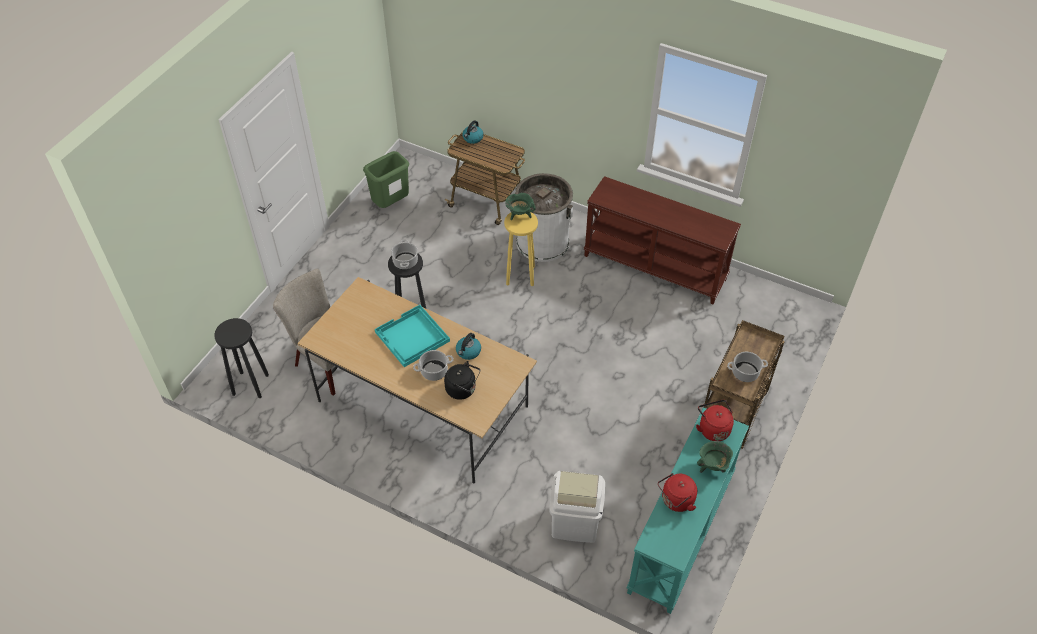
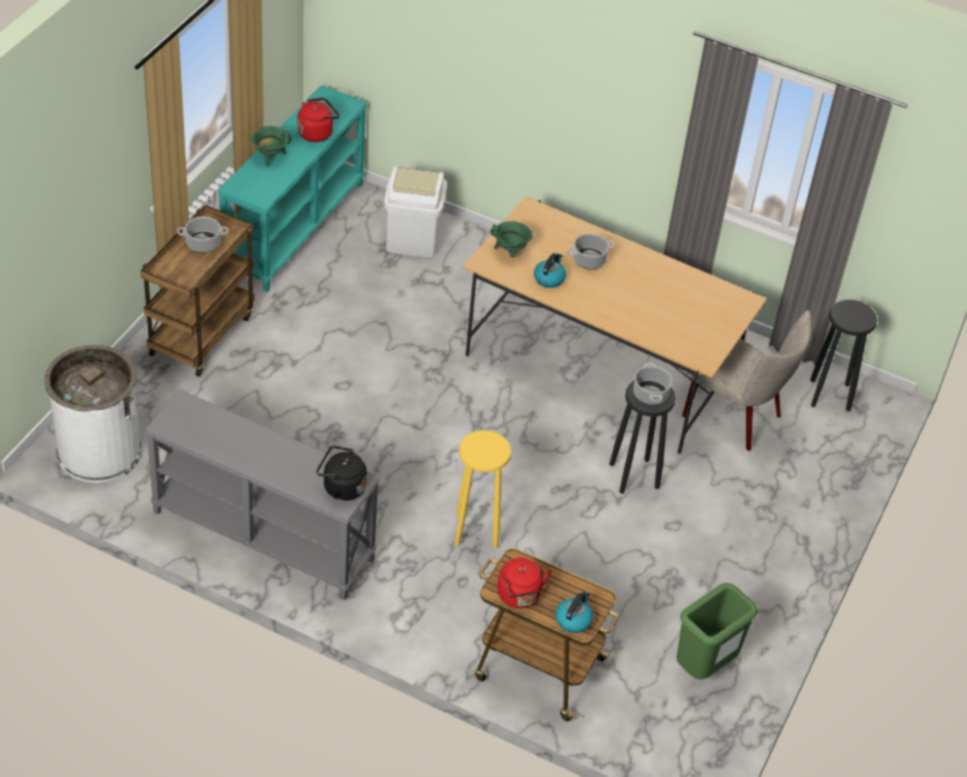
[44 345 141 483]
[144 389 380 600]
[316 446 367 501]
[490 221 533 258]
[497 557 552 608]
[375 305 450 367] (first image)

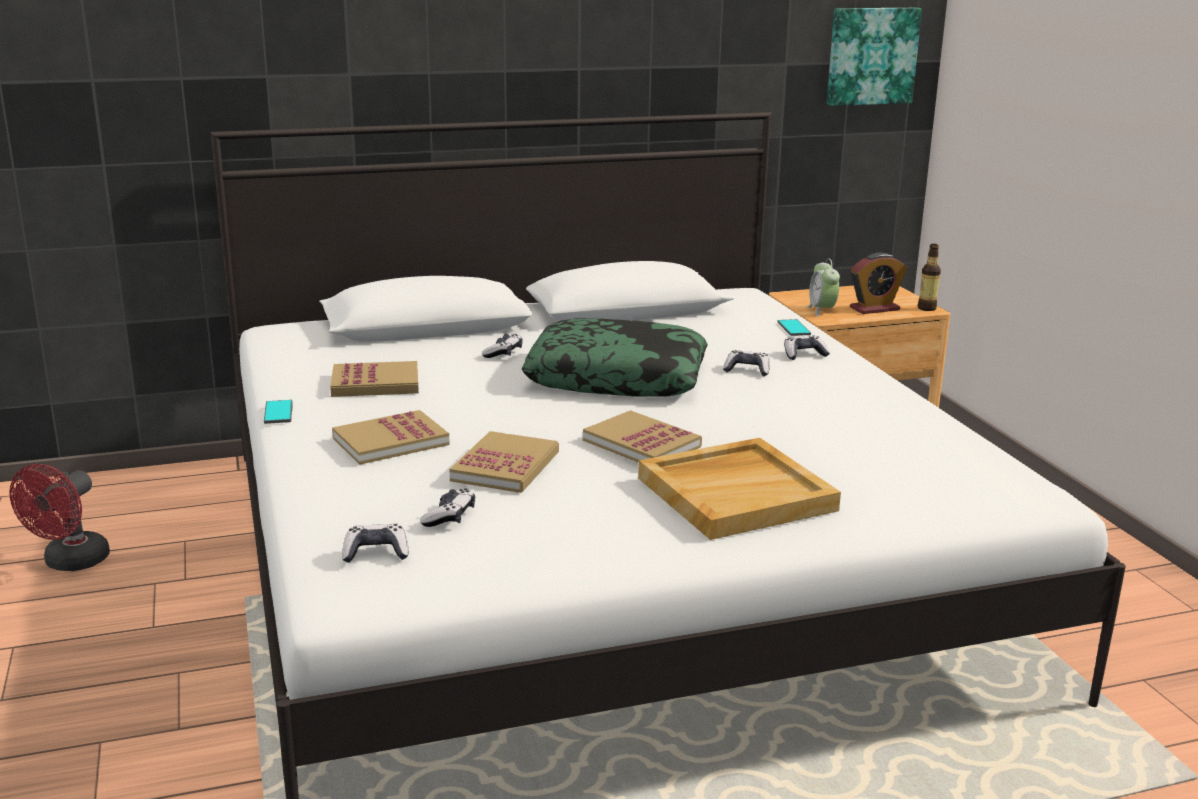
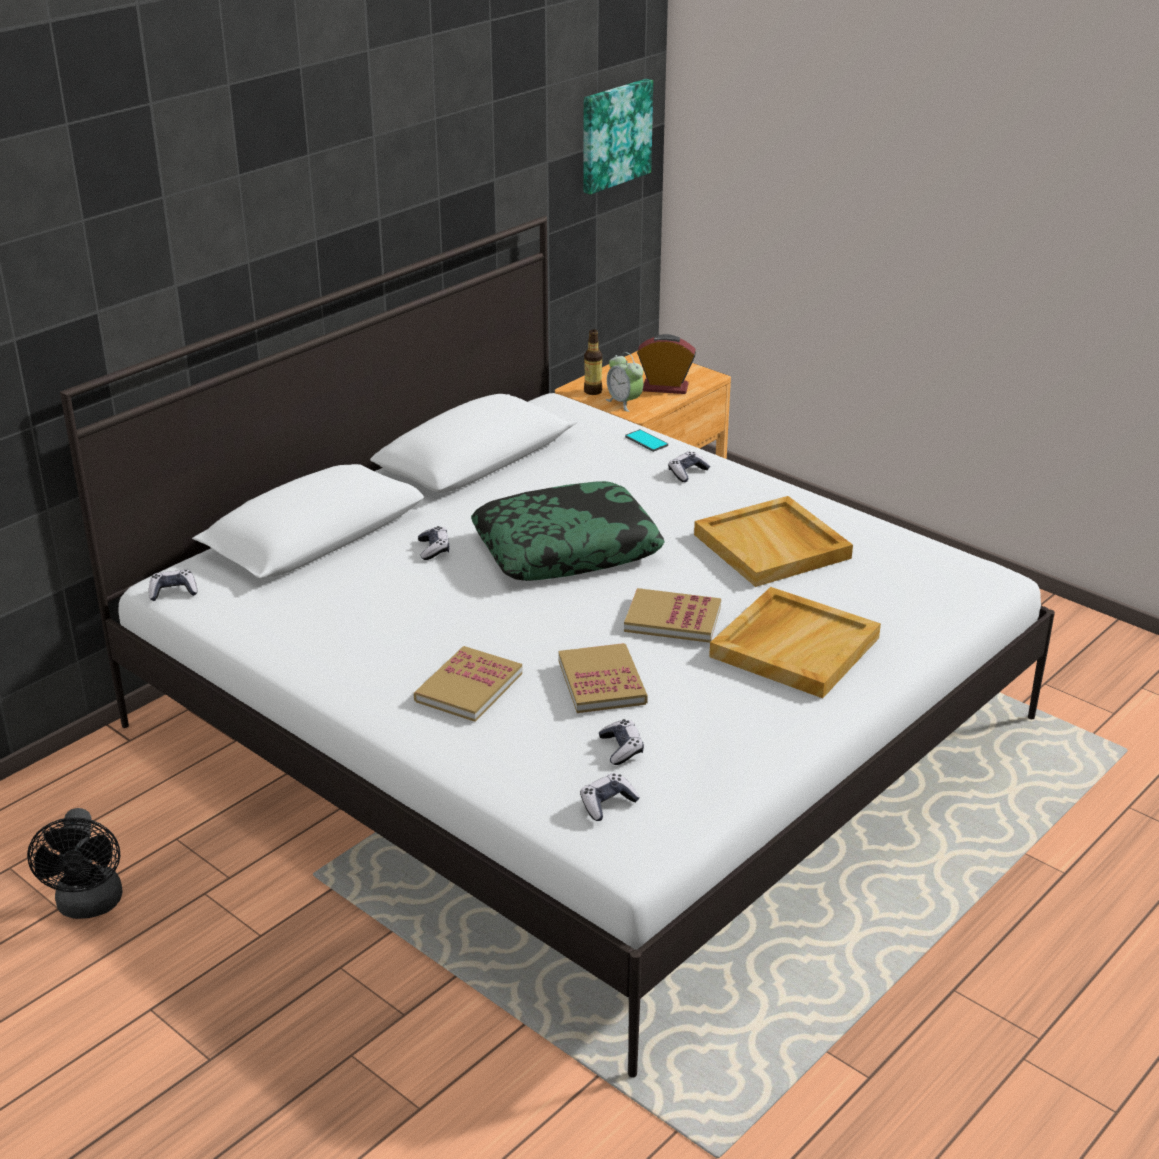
[27 808 122 919]
[149 569 198 601]
[584 329 602 395]
[637 334 696 394]
[694 496 853 587]
[264 400 293 424] (first image)
[330 361 419 397] (first image)

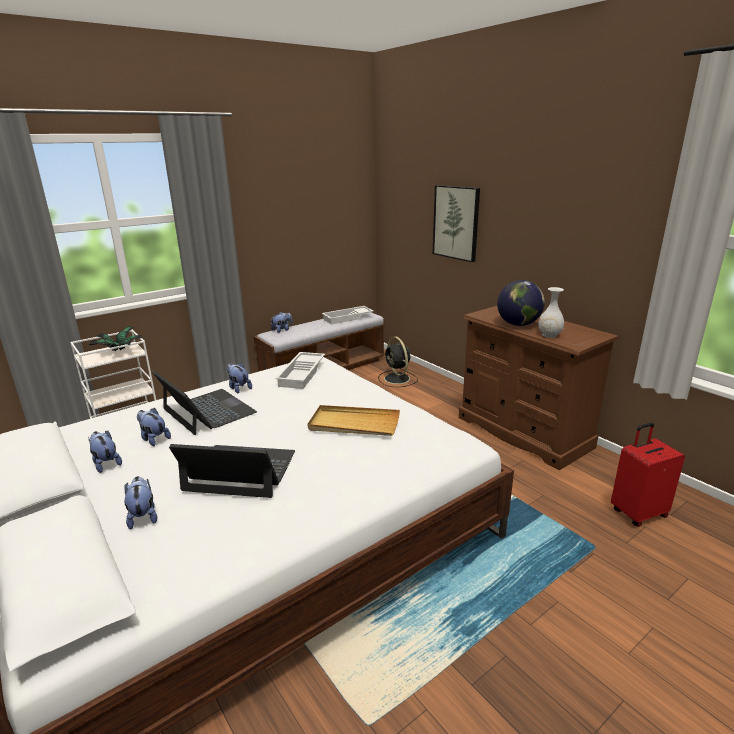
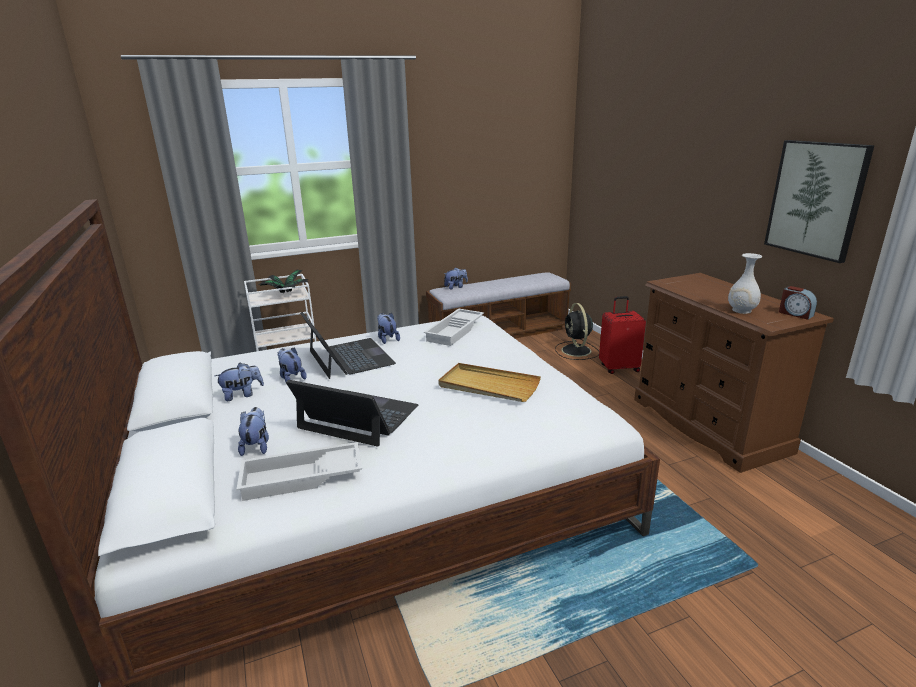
[215 363 264 401]
[237 442 362 501]
[599 296 646 374]
[764 140 874 263]
[779 286 817 320]
[497 280 545 326] (first image)

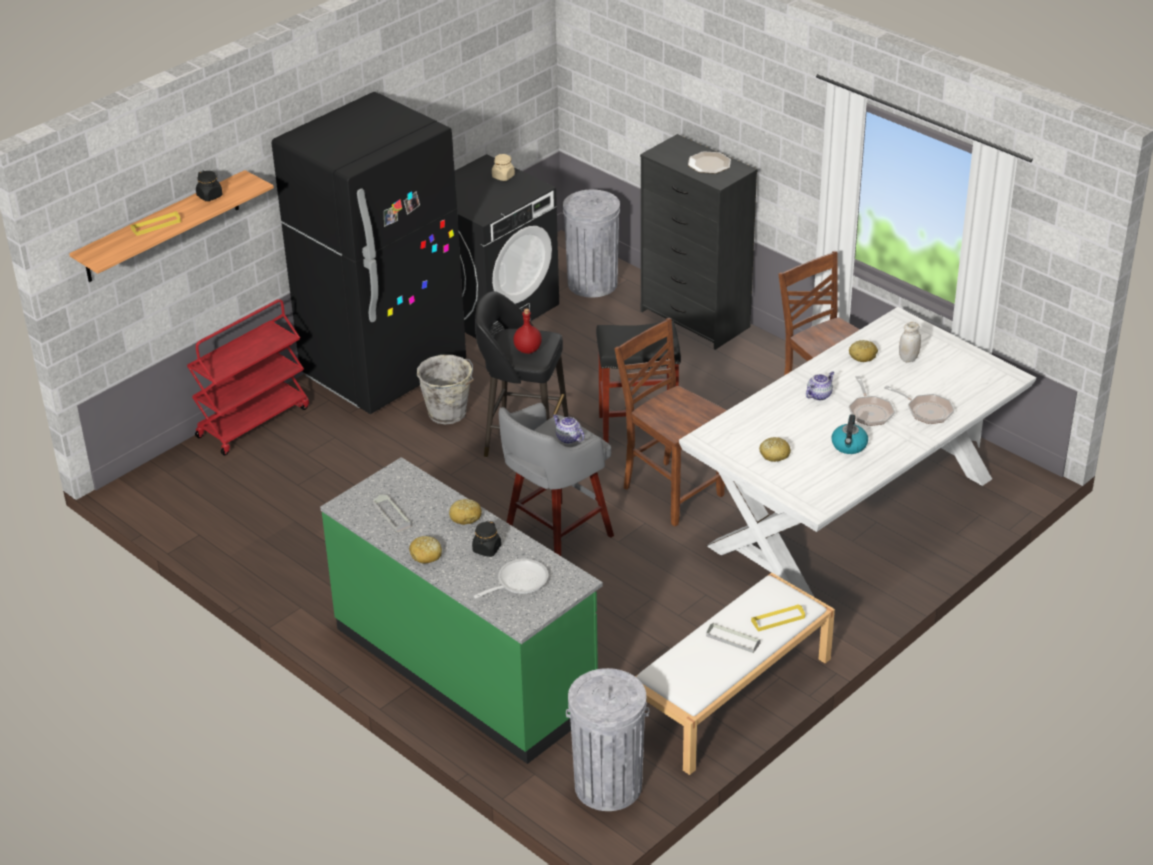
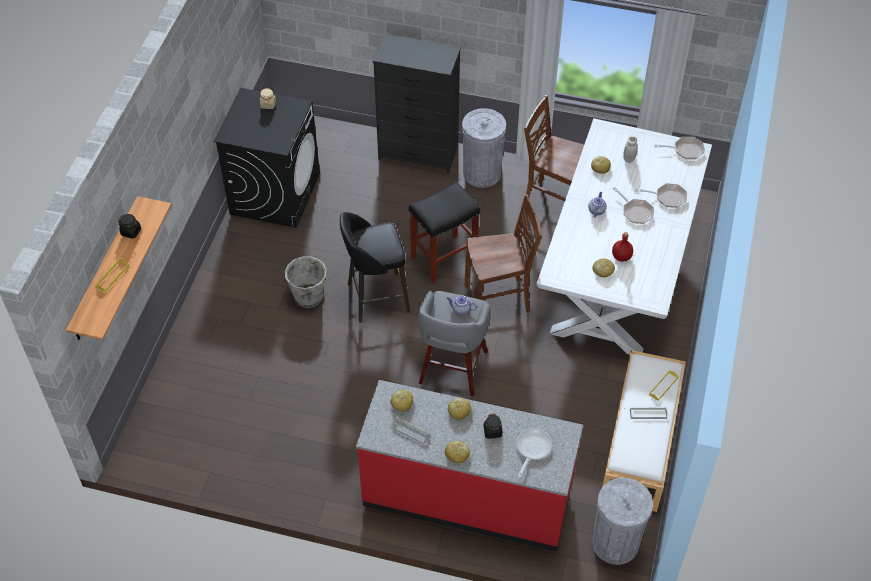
[356 380 583 552]
[390 390 413 412]
[462 108 506 188]
[464 194 542 313]
[612 232 633 262]
[654 137 705 159]
[187 299 309 455] (first image)
[271 92 466 414] (first image)
[688 152 731 174] (first image)
[832 414 868 454] (first image)

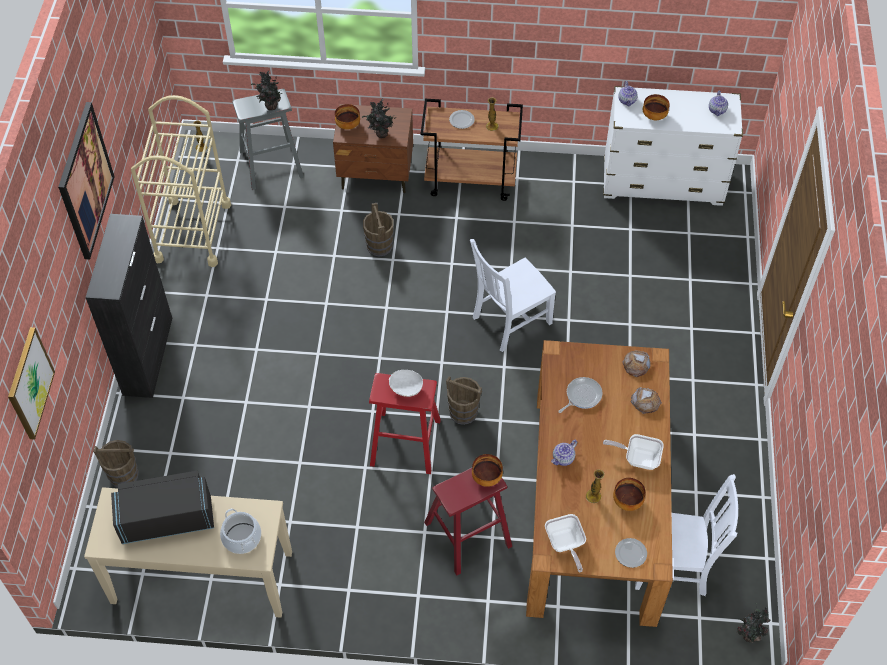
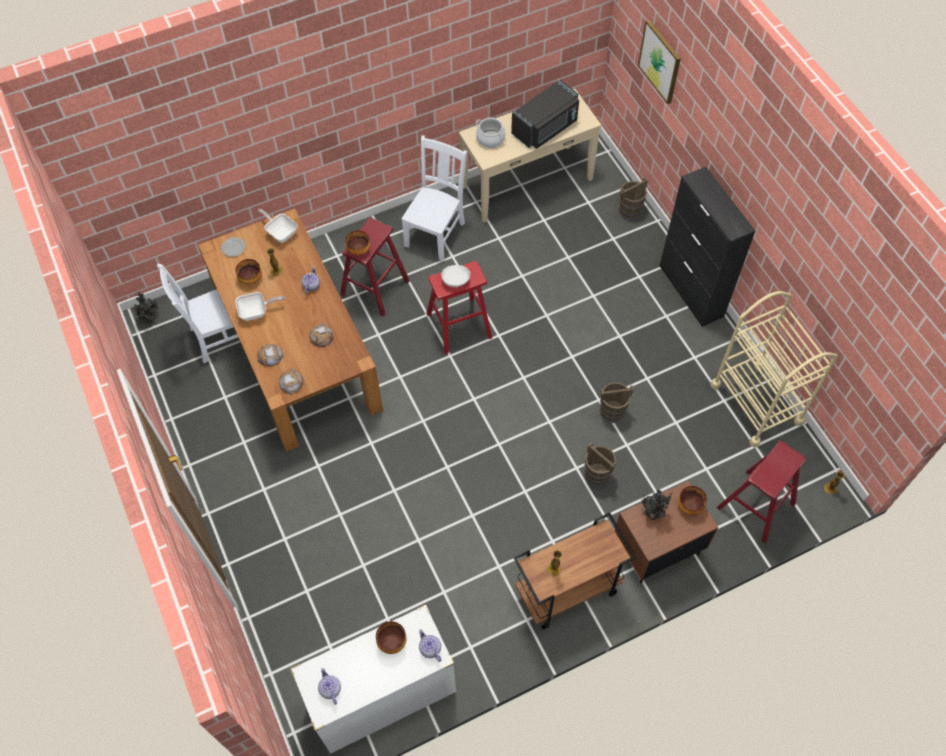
[309 323 333 347]
[401 135 467 261]
[600 382 634 423]
[717 441 806 543]
[58 102 115 260] (first image)
[251 71 282 110] (first image)
[449 110 475 129] (first image)

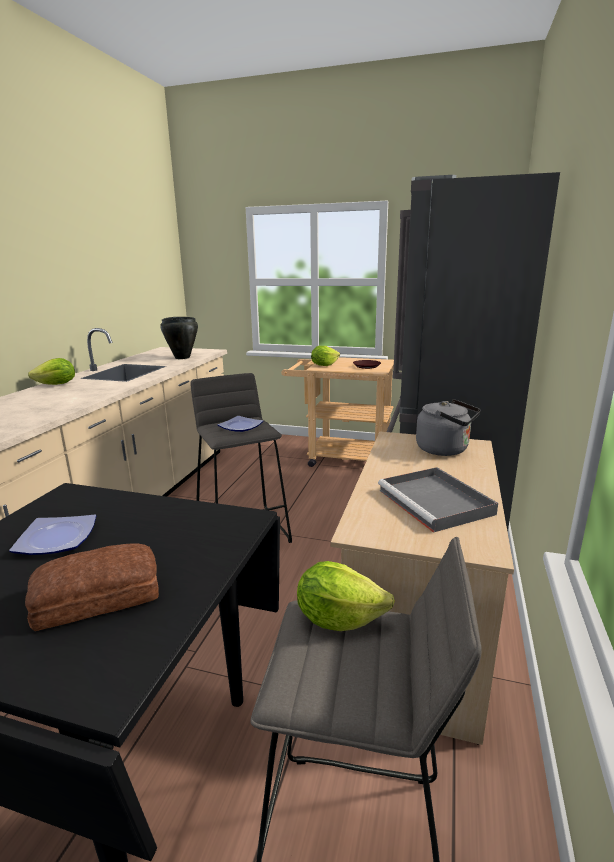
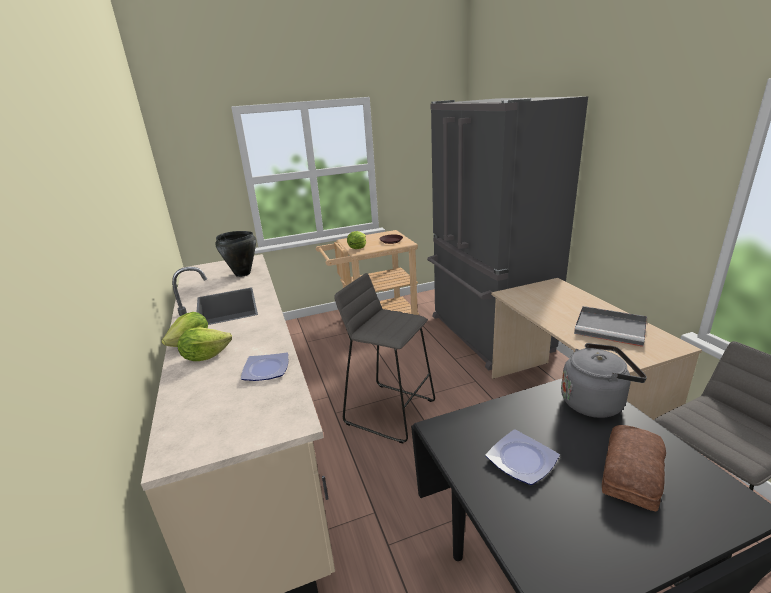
[177 327 232 361]
[241 353 289 381]
[561 343 647 418]

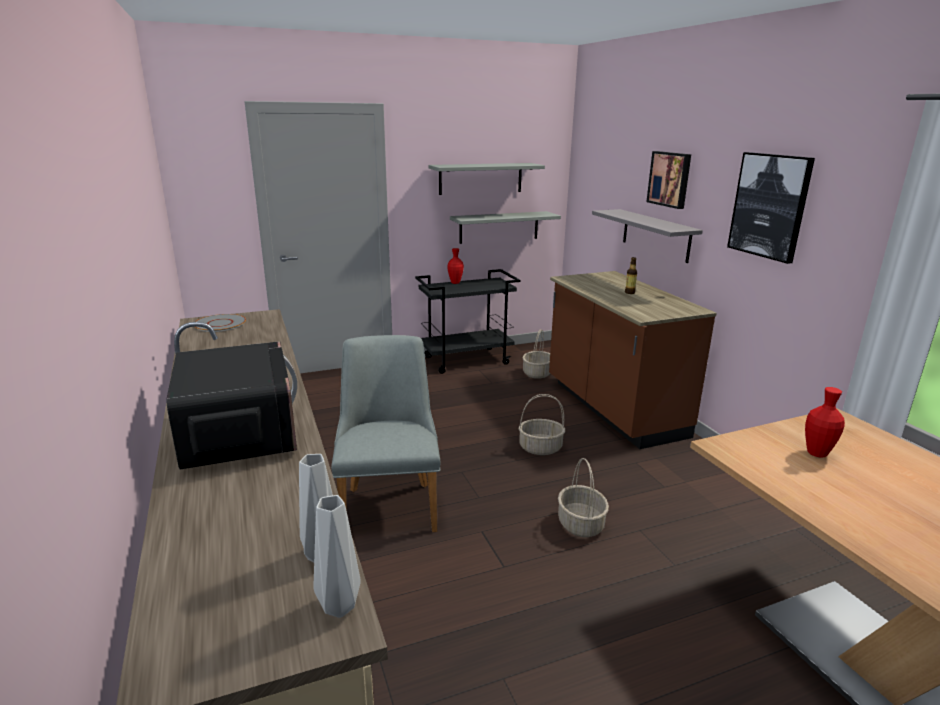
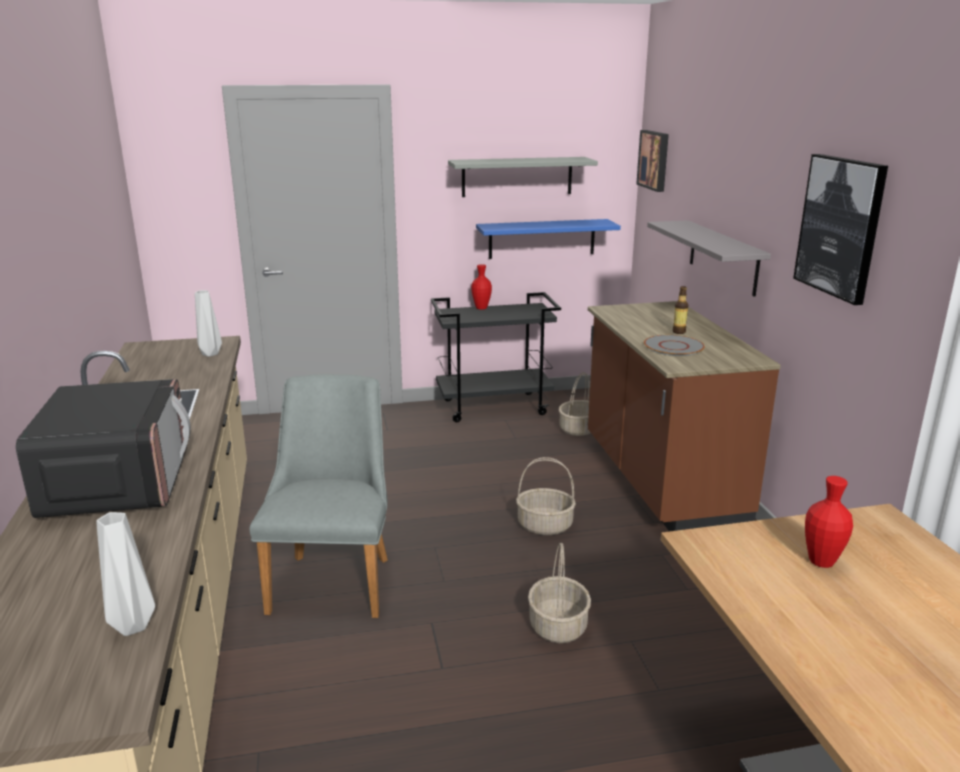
[195 290 222 357]
[476 219 621 259]
[636 130 669 192]
[644 335 705 356]

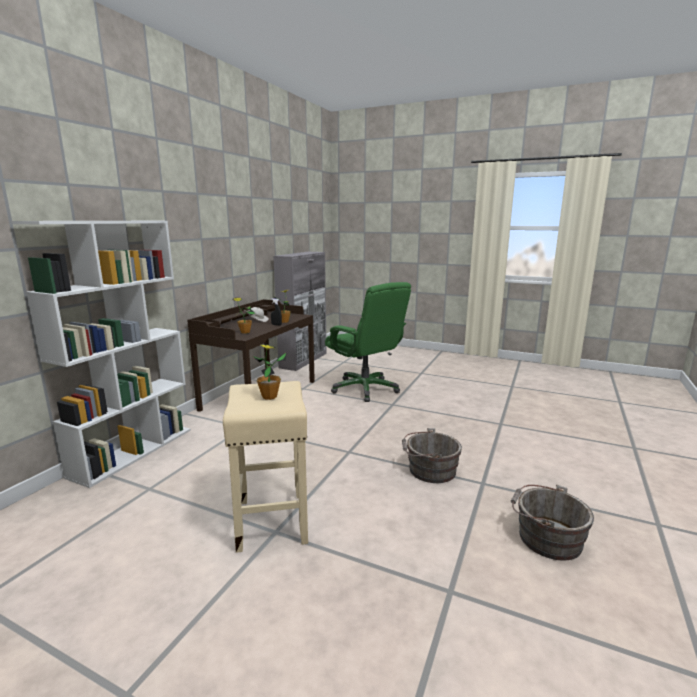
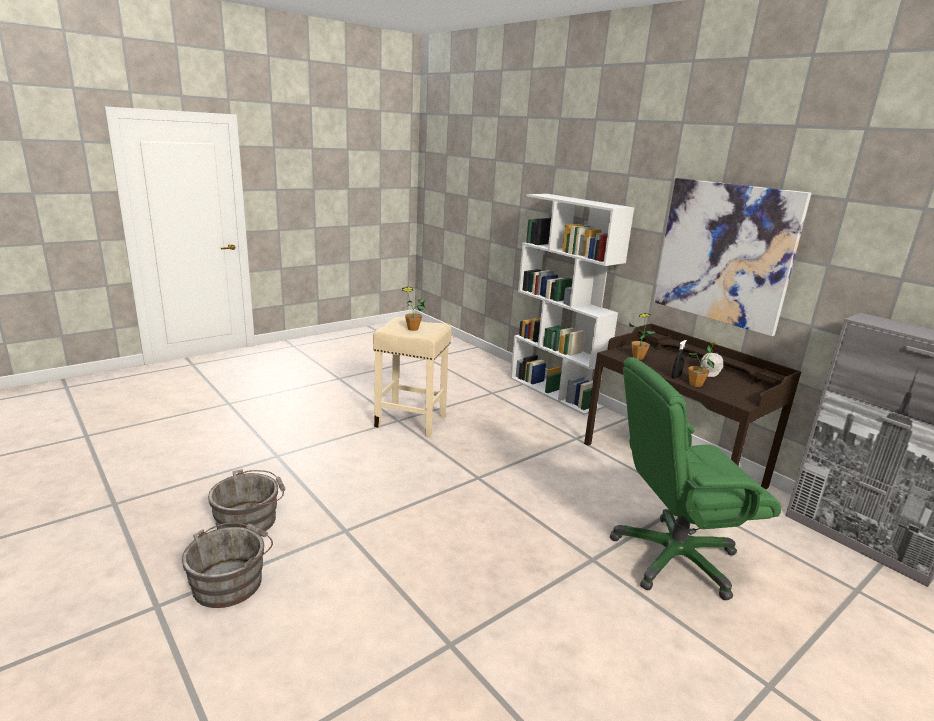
[182 522 273 608]
[654 178 811 336]

